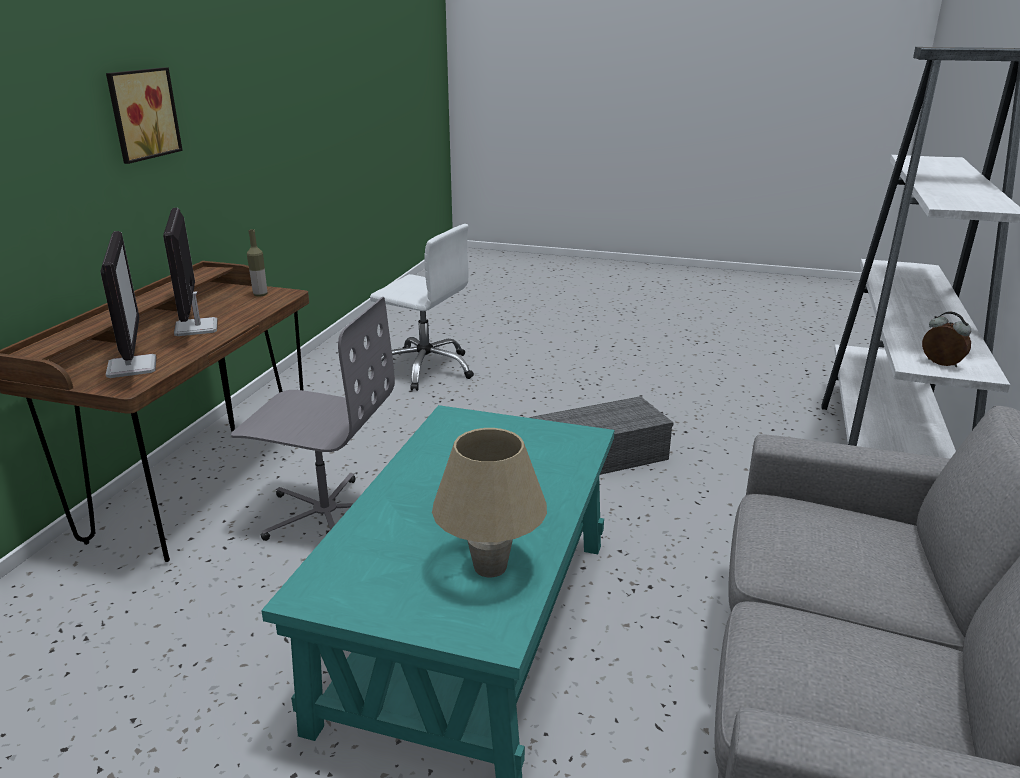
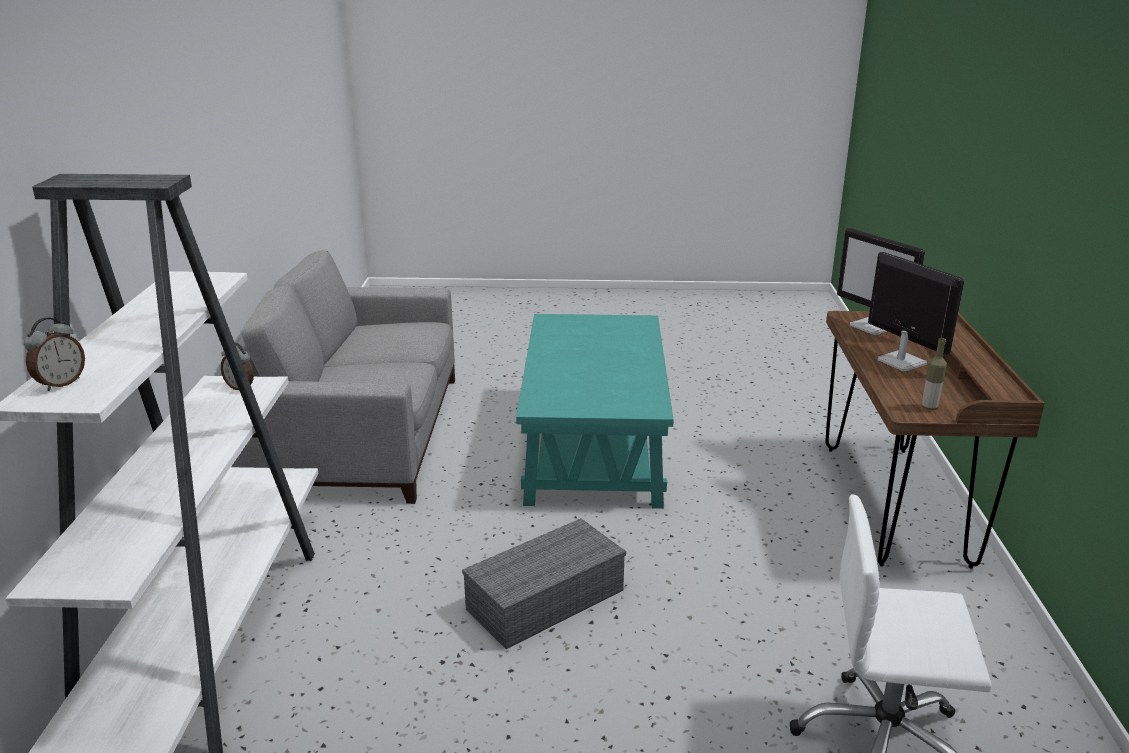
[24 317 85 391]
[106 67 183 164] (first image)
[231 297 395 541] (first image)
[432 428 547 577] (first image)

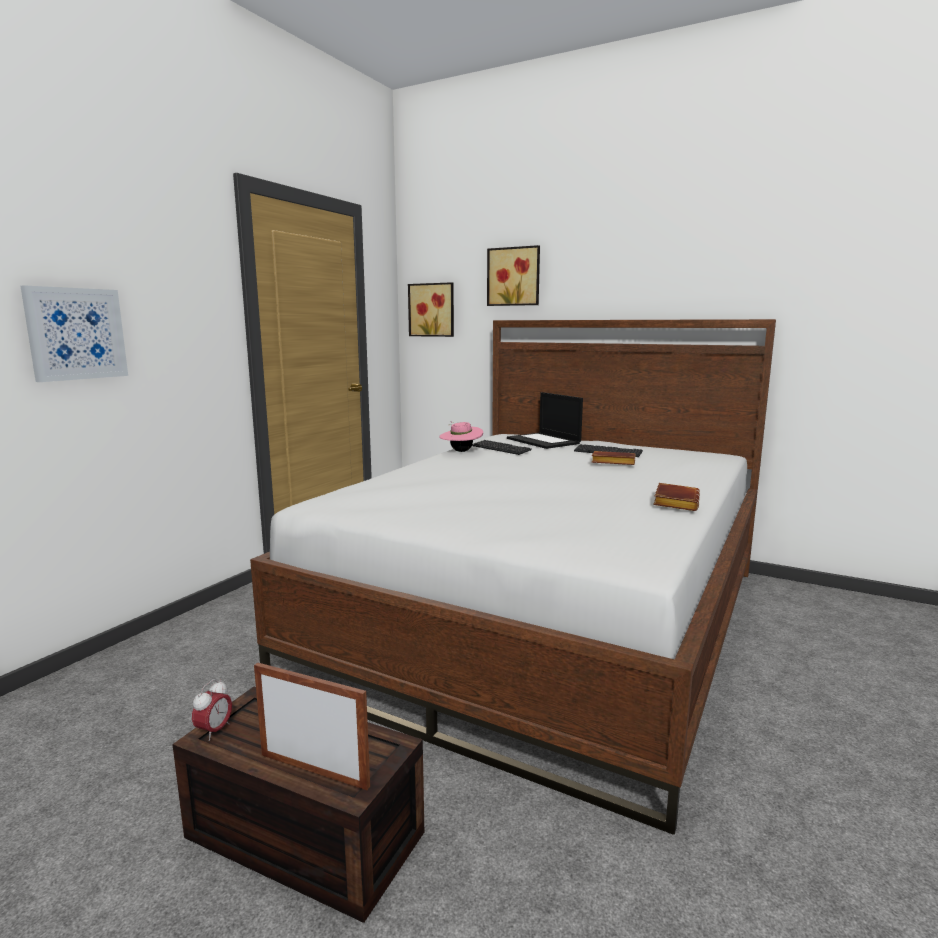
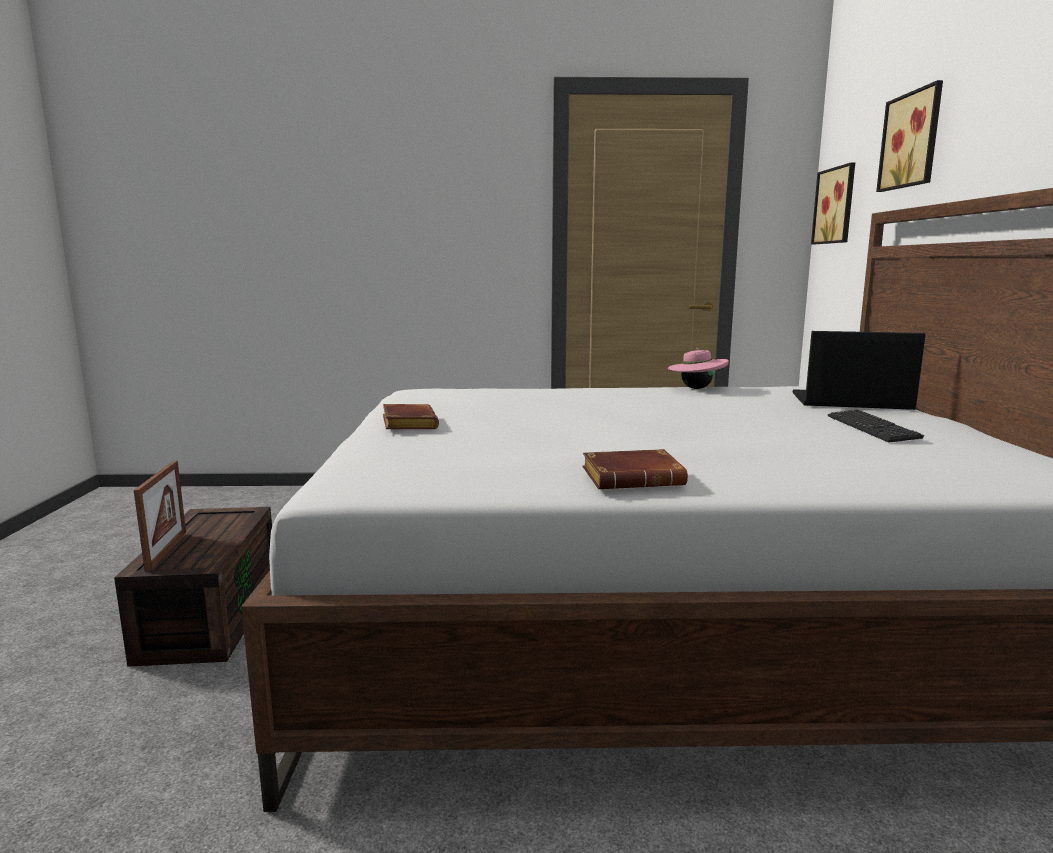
[383 404 439 429]
[793 331 926 410]
[21 285 128 382] (first image)
[192 679 232 741] (first image)
[472 440 531 455] (first image)

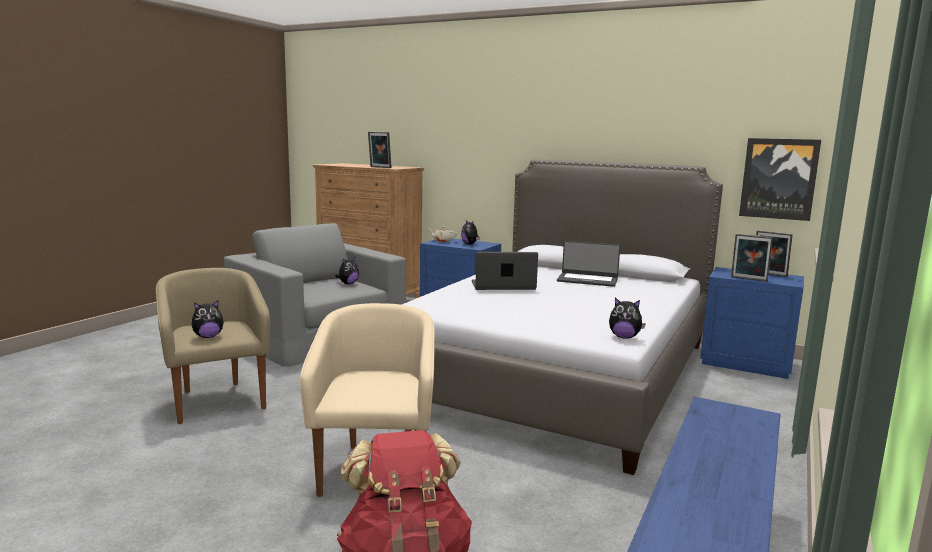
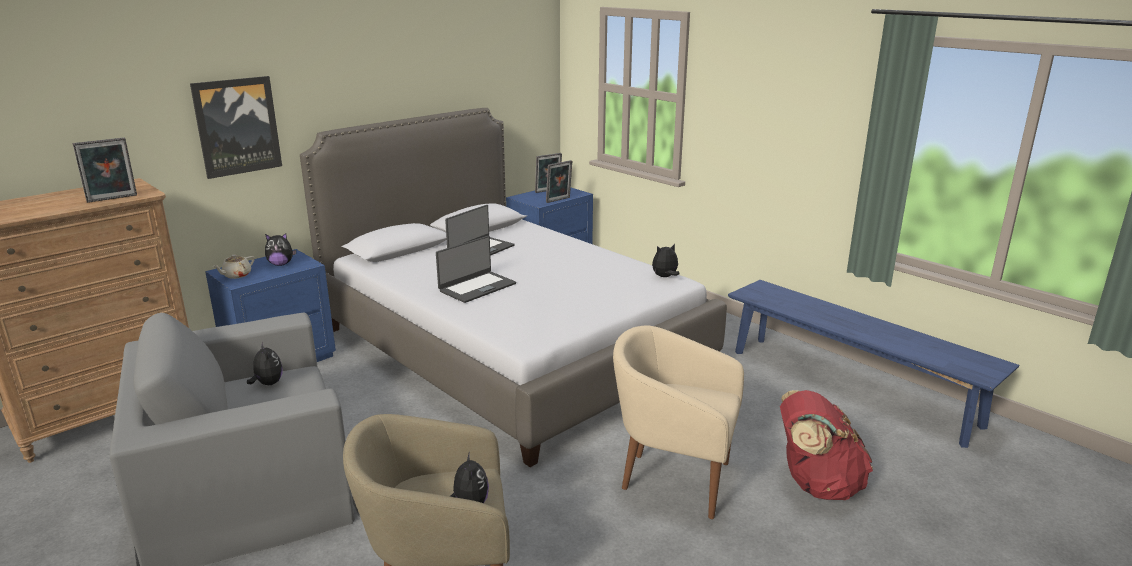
[190 76 282 179]
[436 236 516 303]
[652 244 680 277]

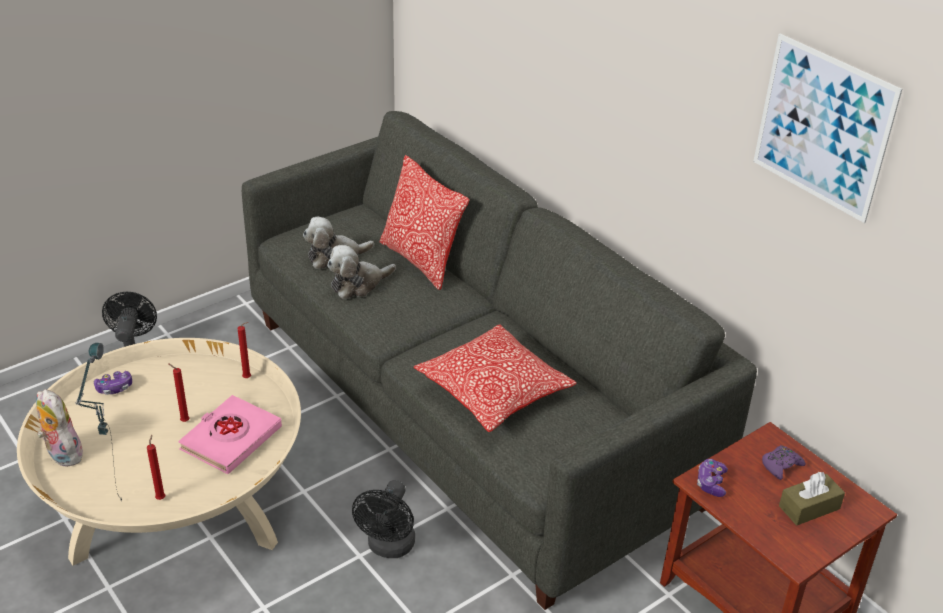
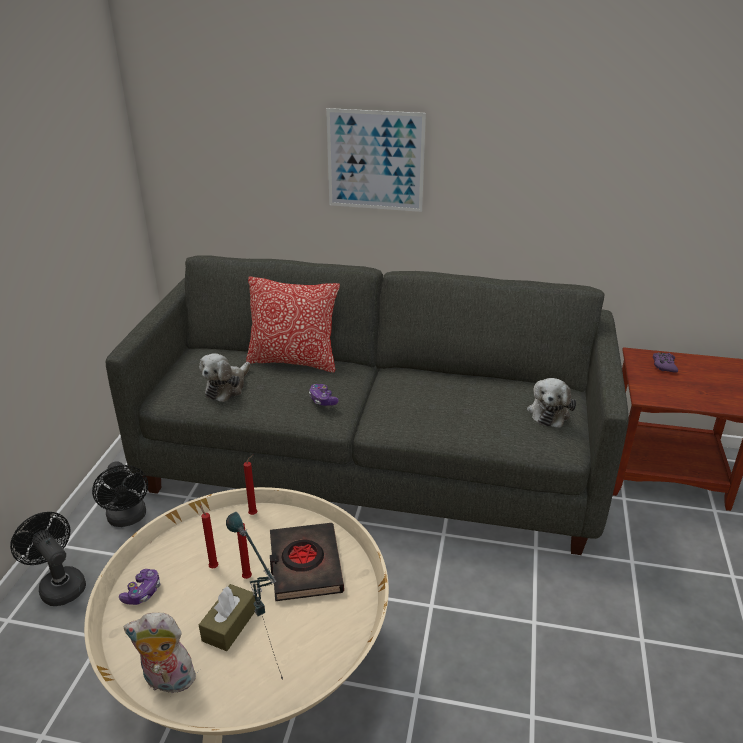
[92 461 148 527]
[199 584 255 651]
[200 505 219 568]
[270 523 344 601]
[309 384 339 406]
[326 108 426 212]
[527 378 576 428]
[413 324 577 432] (first image)

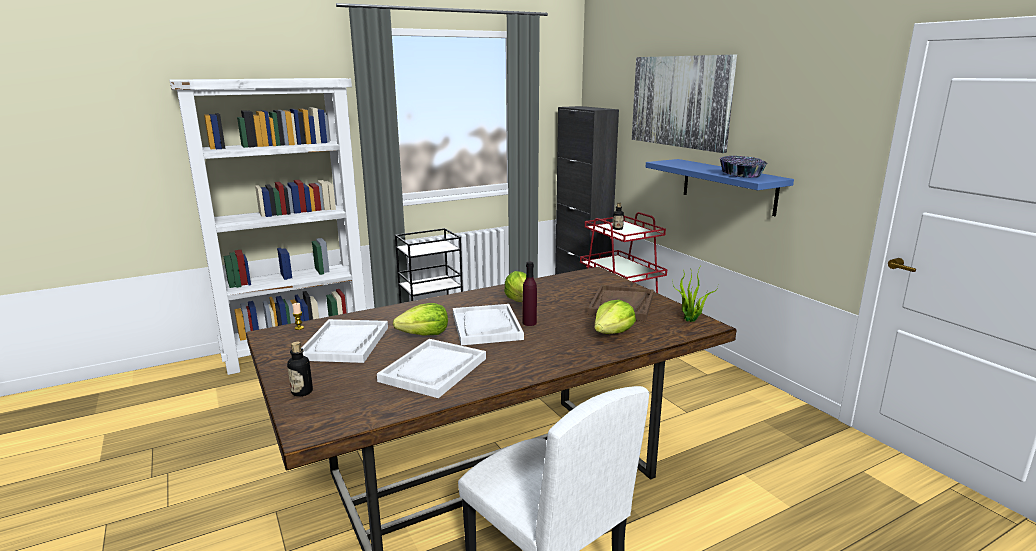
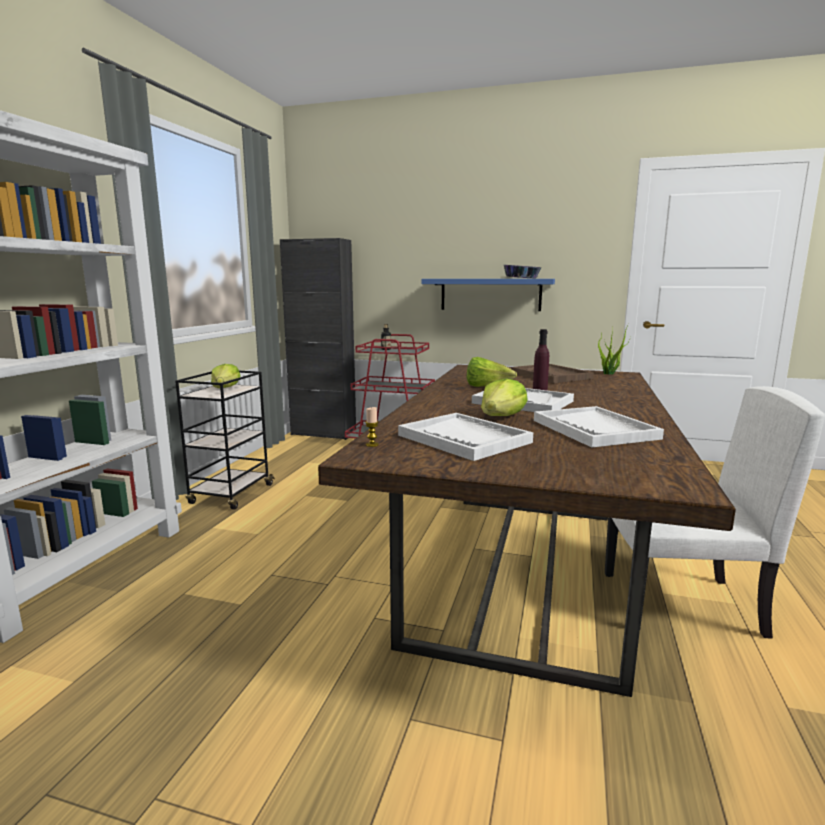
[211 364 240 388]
[287 342 313 397] (first image)
[632 55 737 153] (first image)

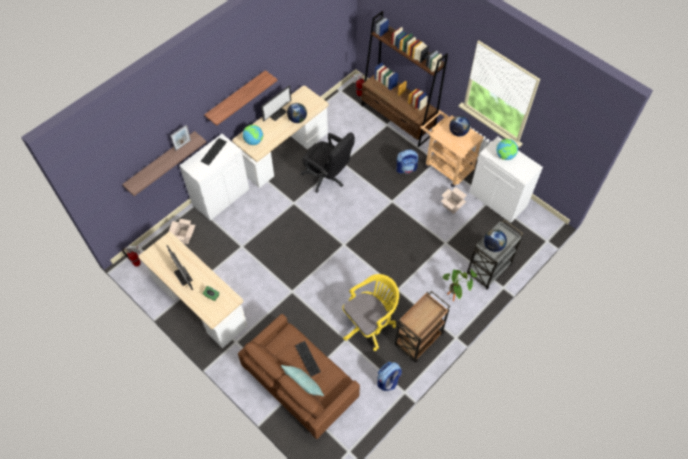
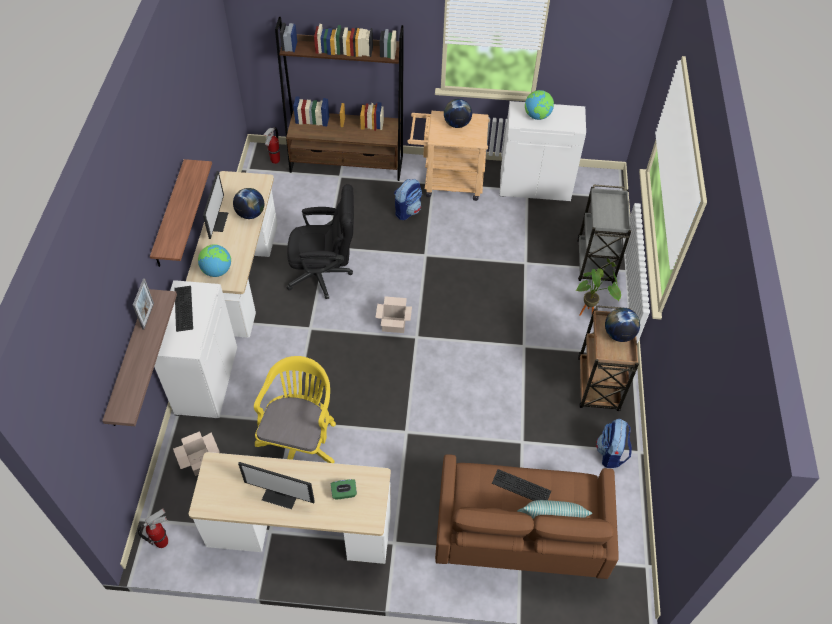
[254 356 336 463]
[375 296 412 333]
[605 308 640 342]

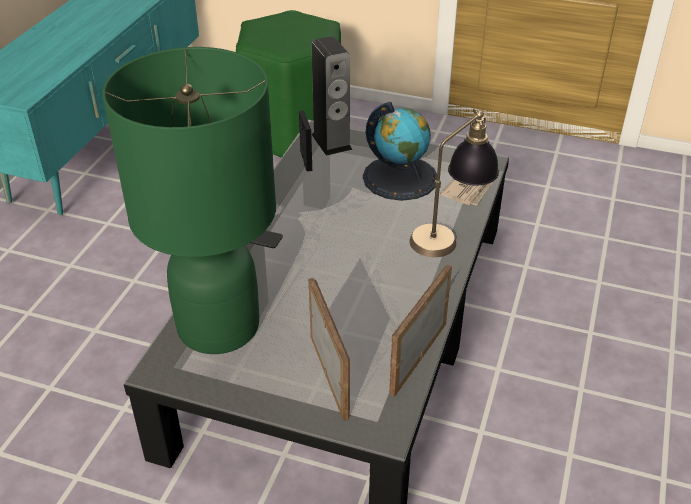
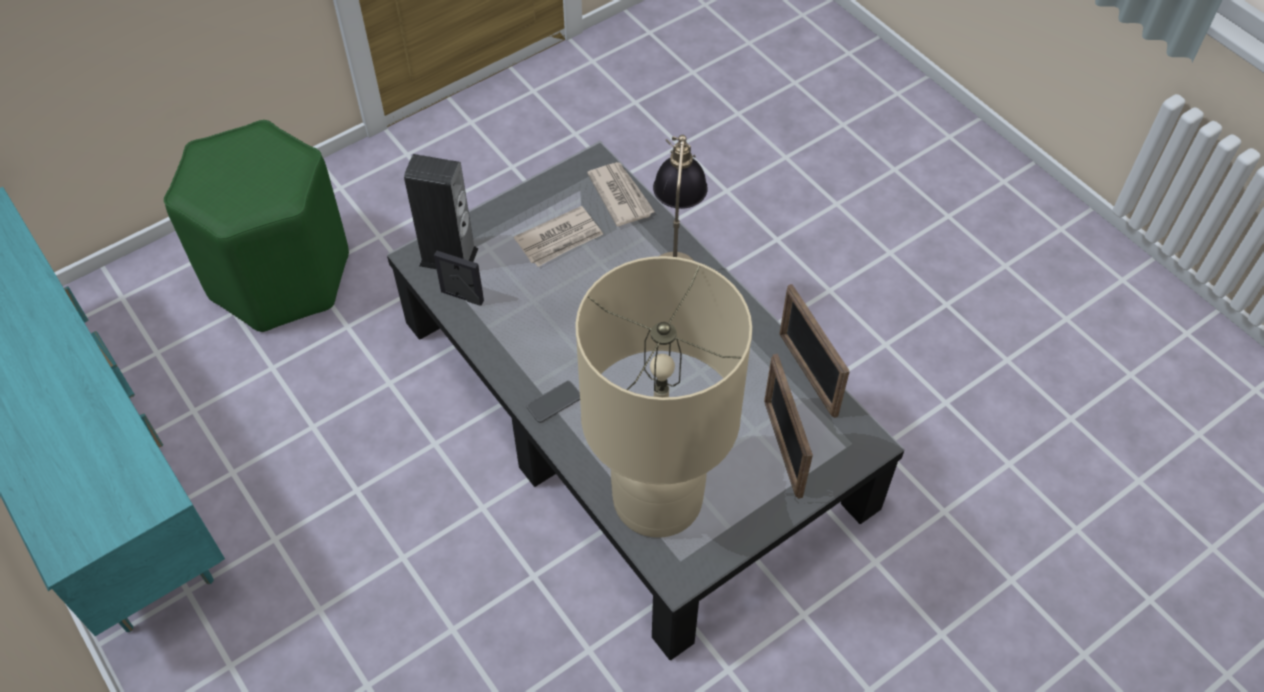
[514 206 603 267]
[575 256 752 538]
[764 354 813 499]

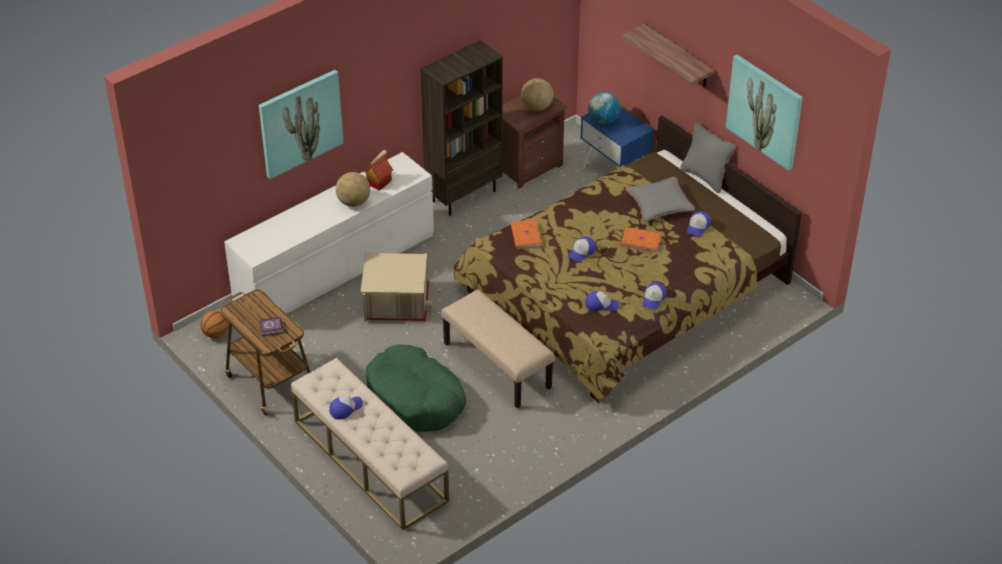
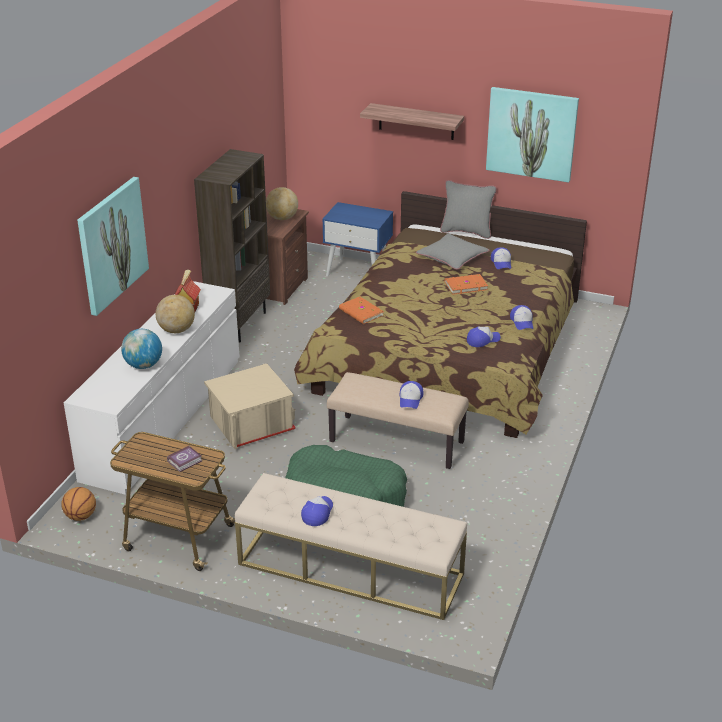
[121 329 162 369]
[400 381 424 409]

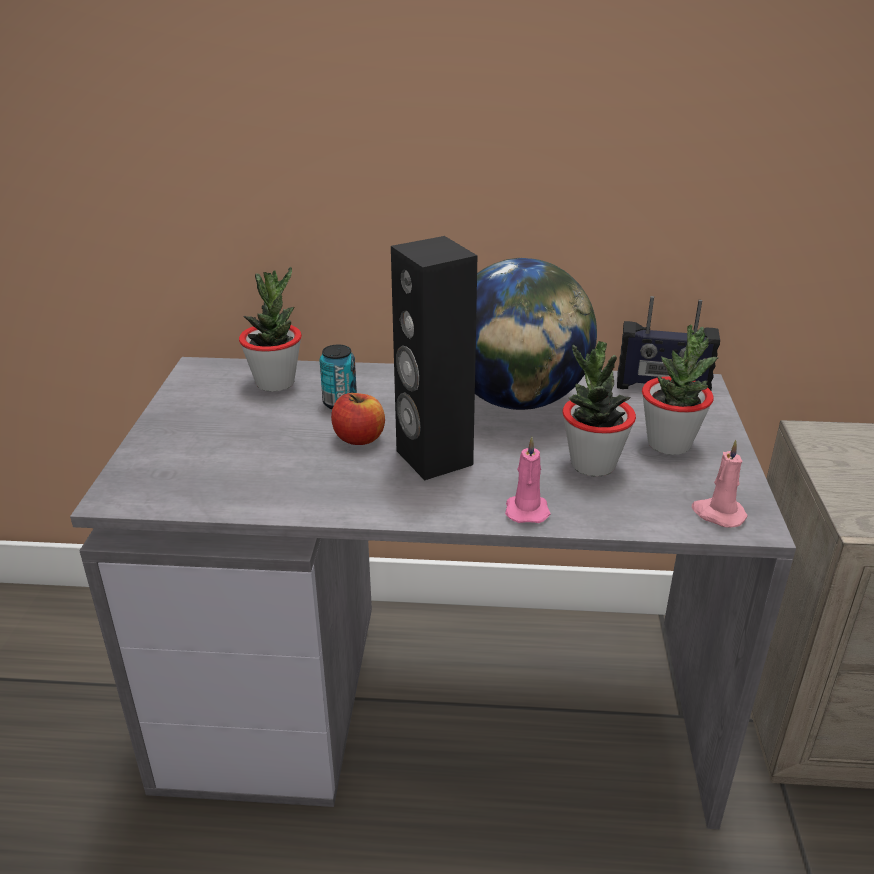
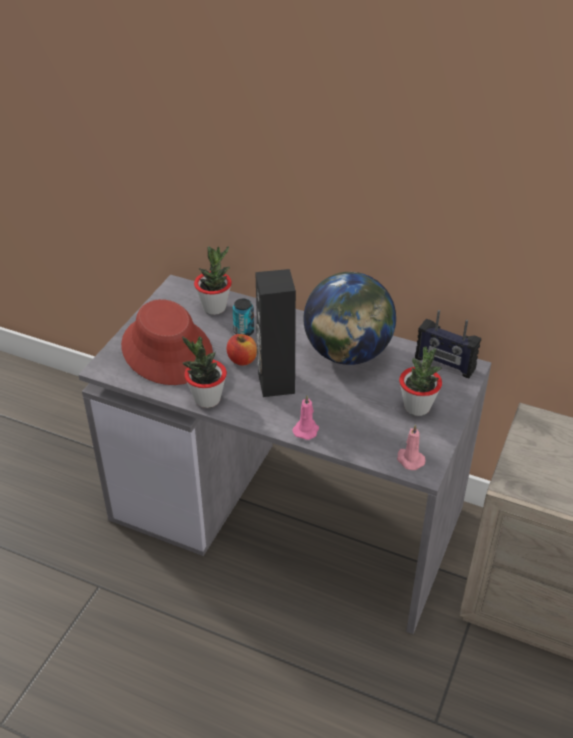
[121 299 213 385]
[182 336 227 408]

